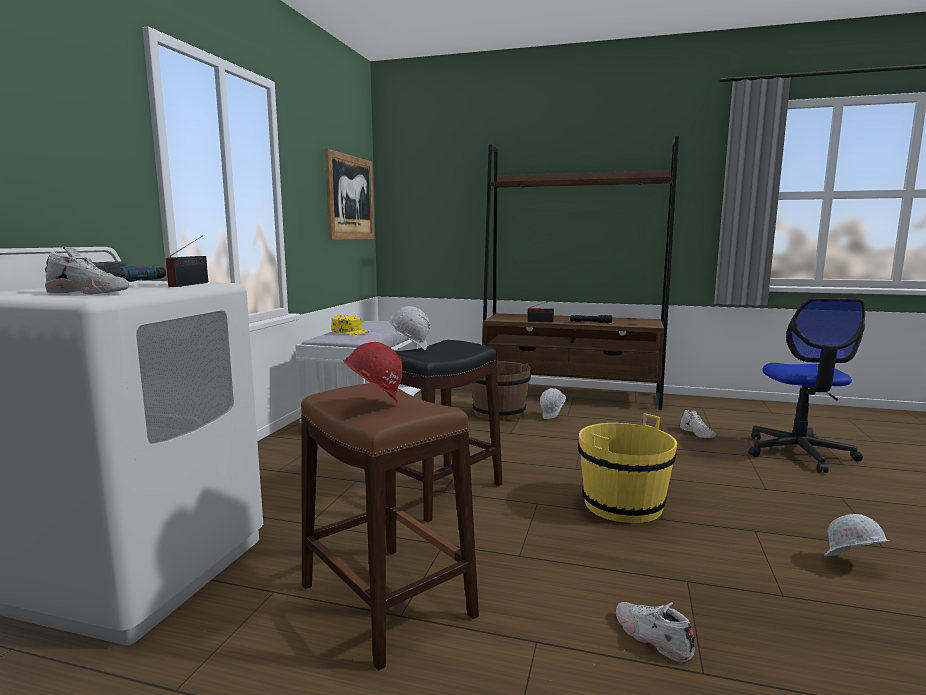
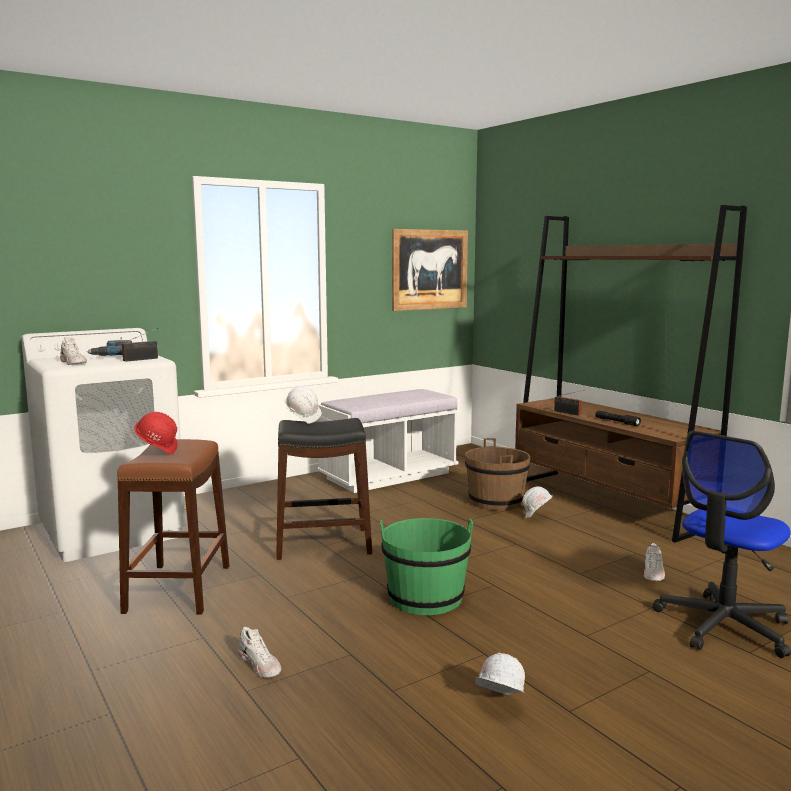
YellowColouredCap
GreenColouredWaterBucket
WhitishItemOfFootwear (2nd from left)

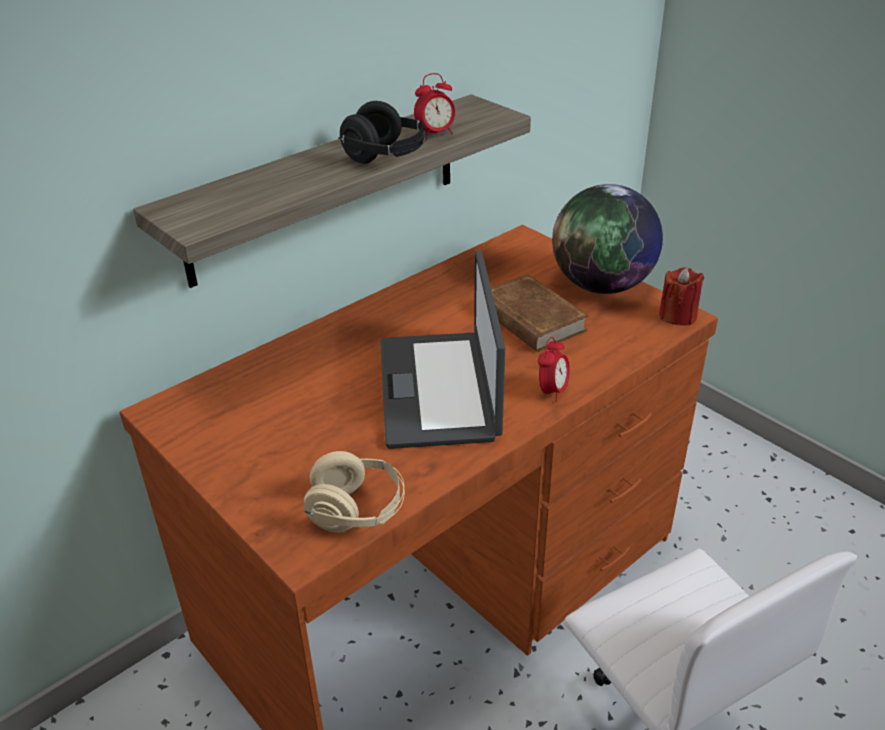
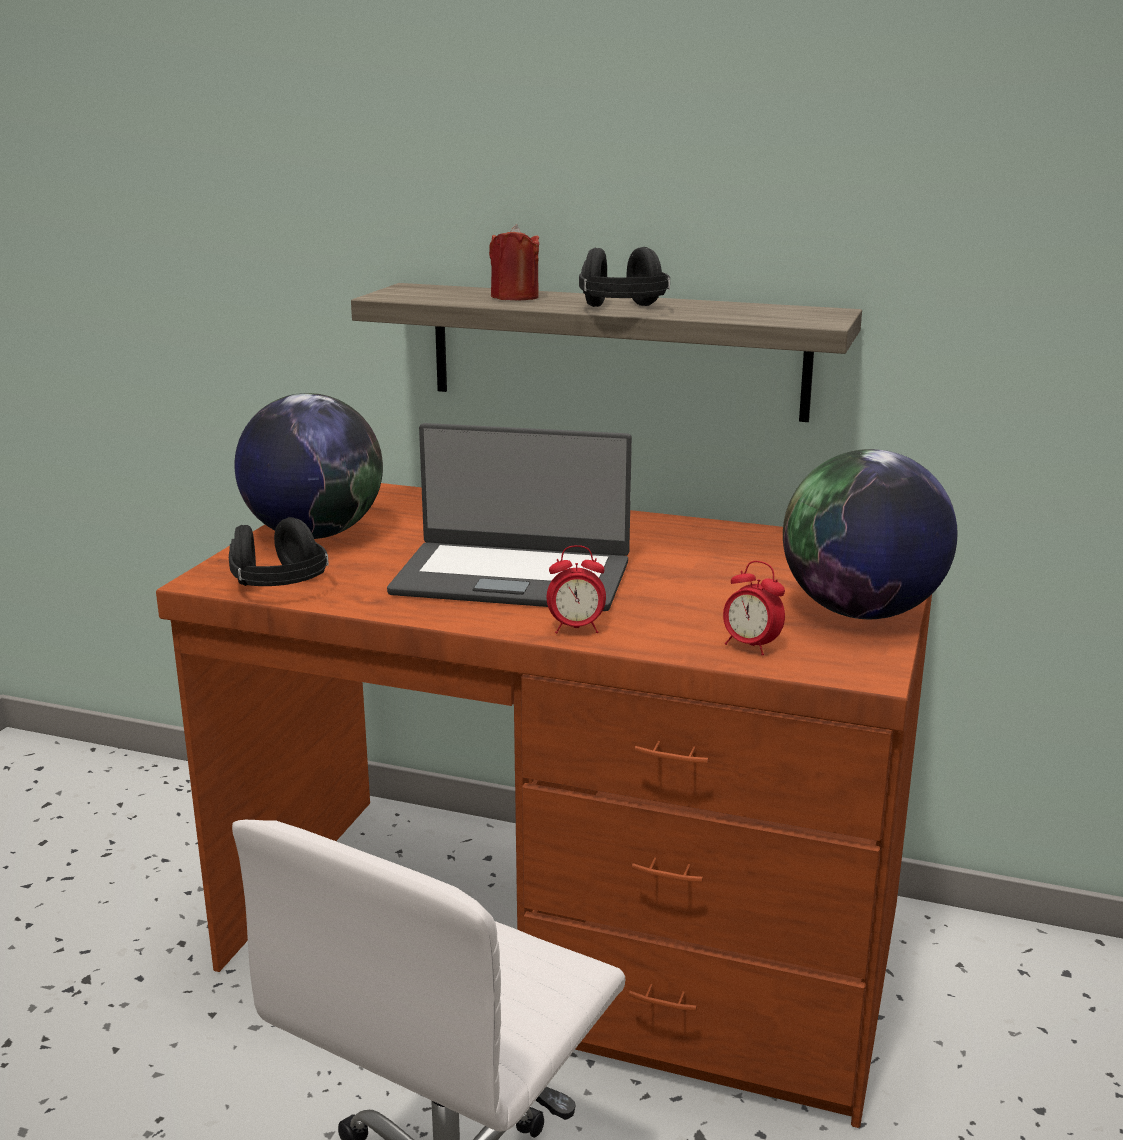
BlackPairOfHeadphones (1st from left)
NotebookComputer
TableClock (2nd from left)
BrownishVolume
RedColouredWaxCandle
Globe (1st from left)

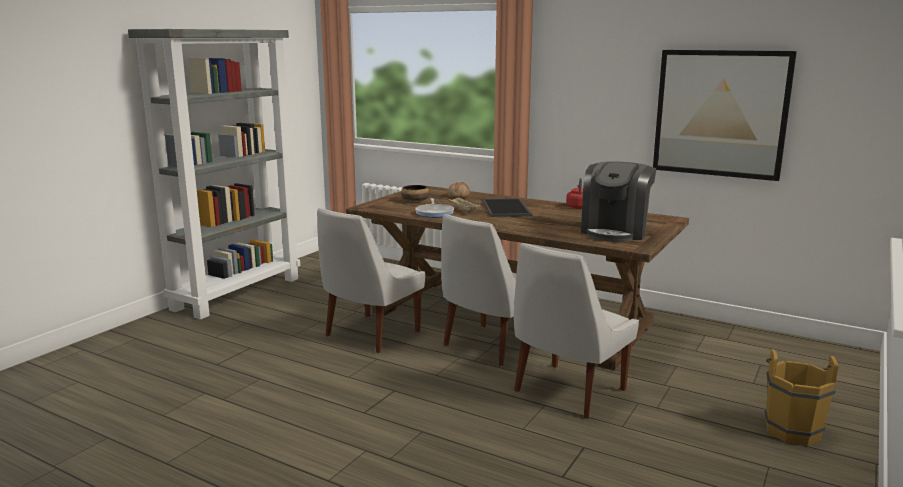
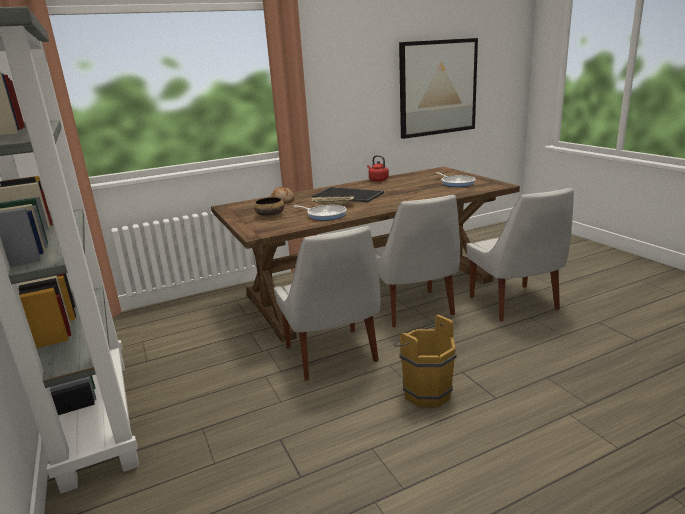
Pan (2nd from left)
BrownishWaterBucket

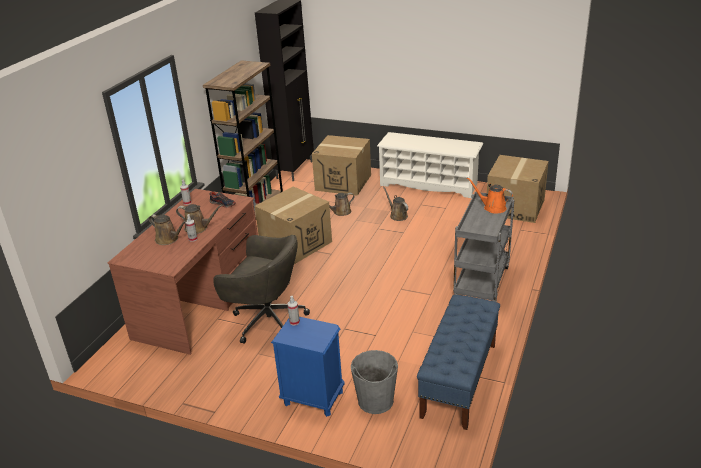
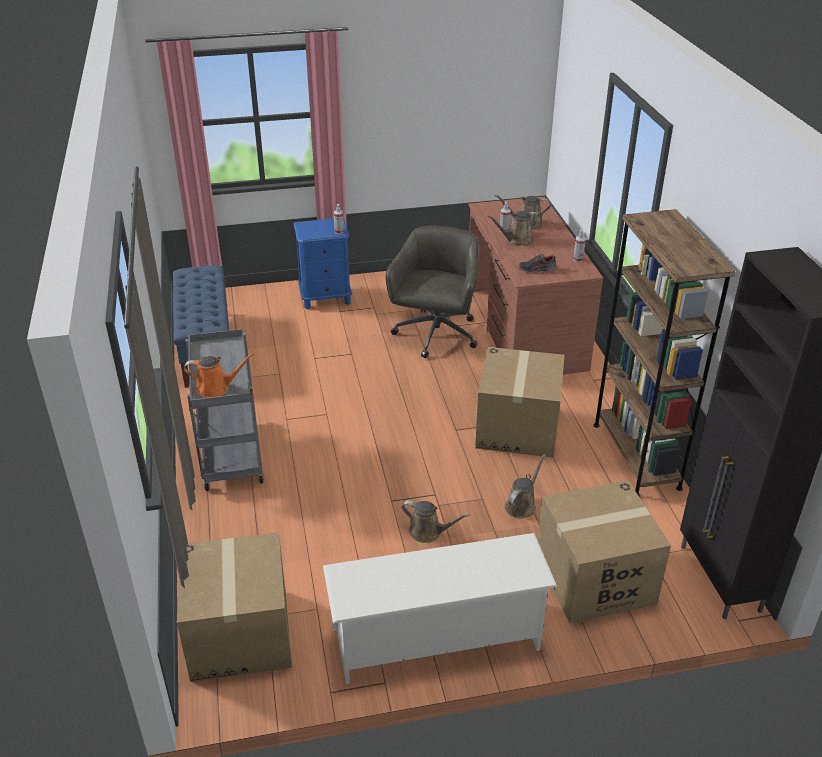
GreyishComputerChair
GreyishWaterBucket

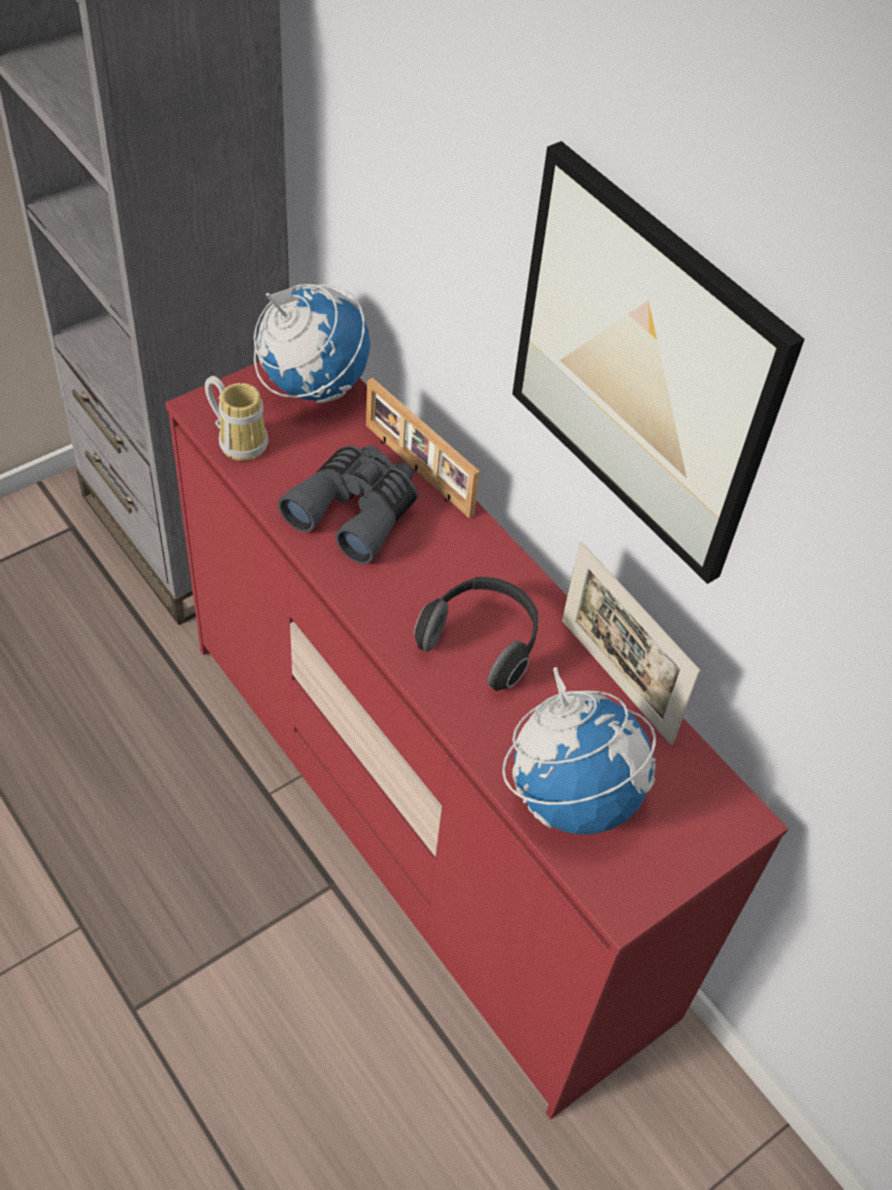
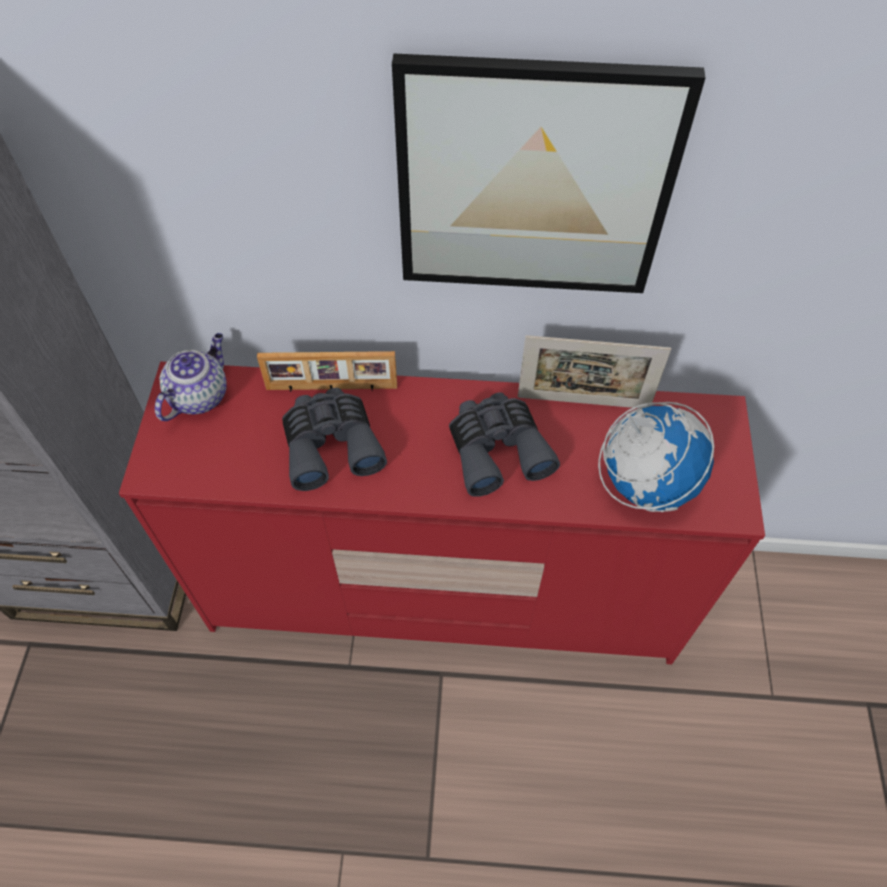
CoffeeMug
PotForTea
GreyishFieldGlasses (2nd from left)

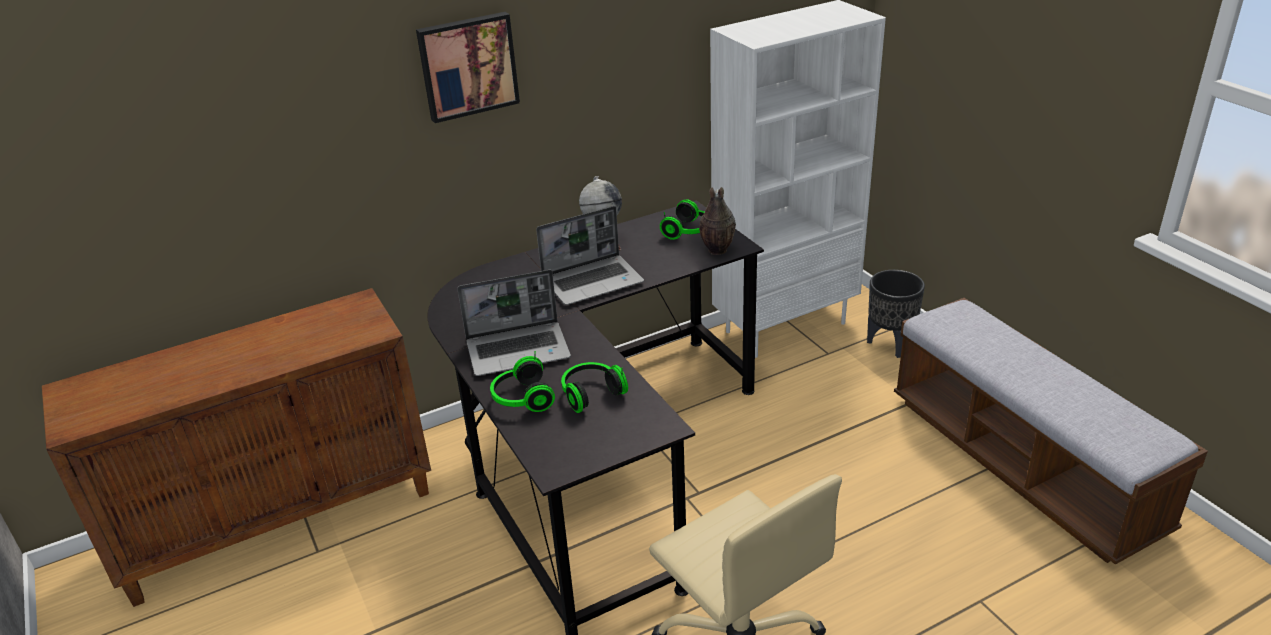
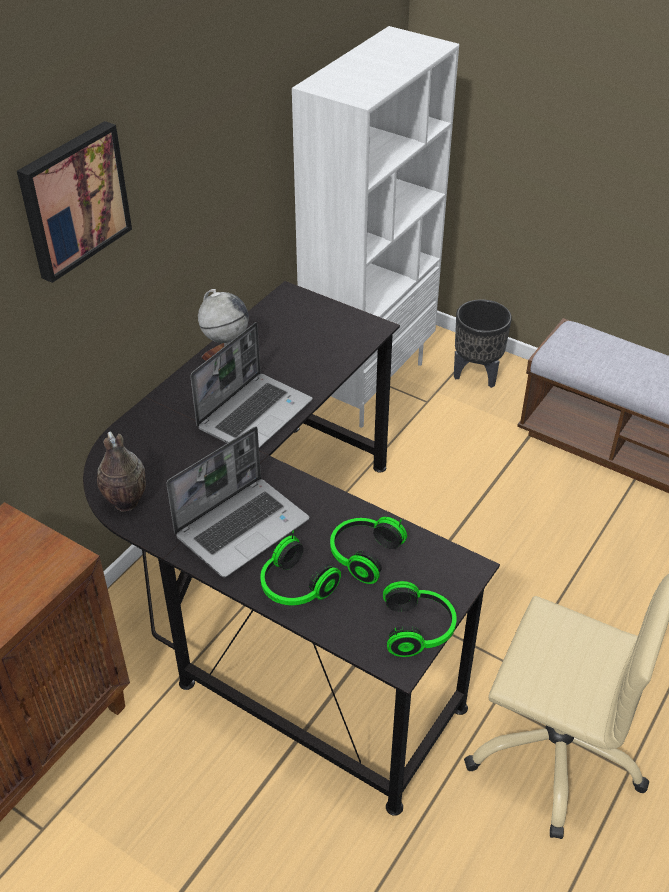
PairOfHeadphones (3rd from left)
Vase

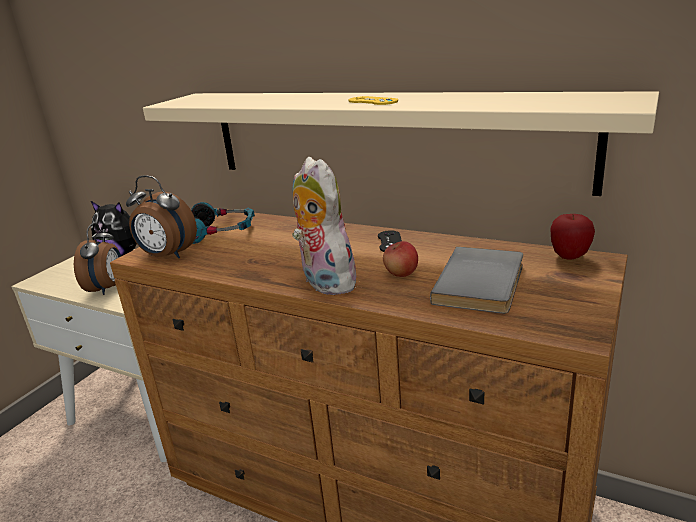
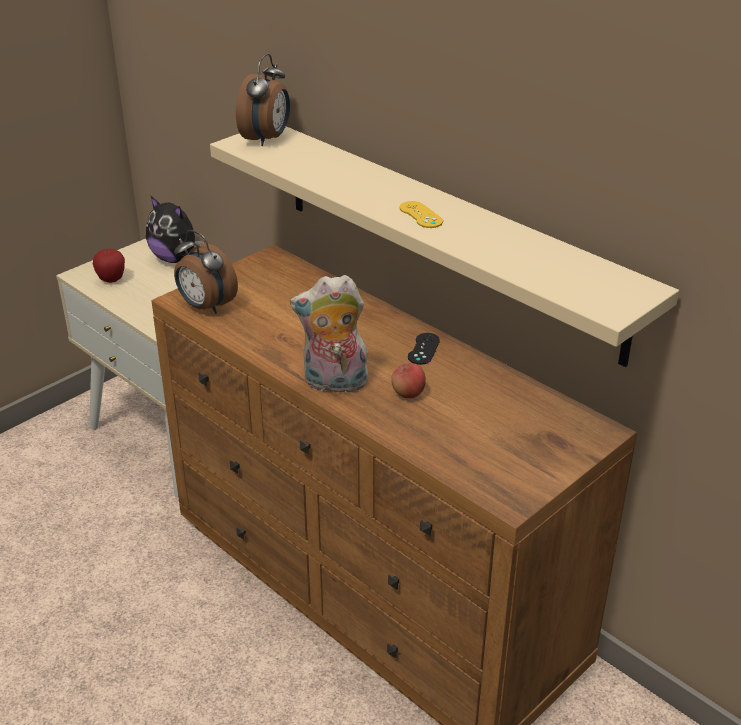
TableClock (2nd from left)
PairOfHeadphones
SoftToy (2nd from left)
GreyishVolume
Apple (1st from left)

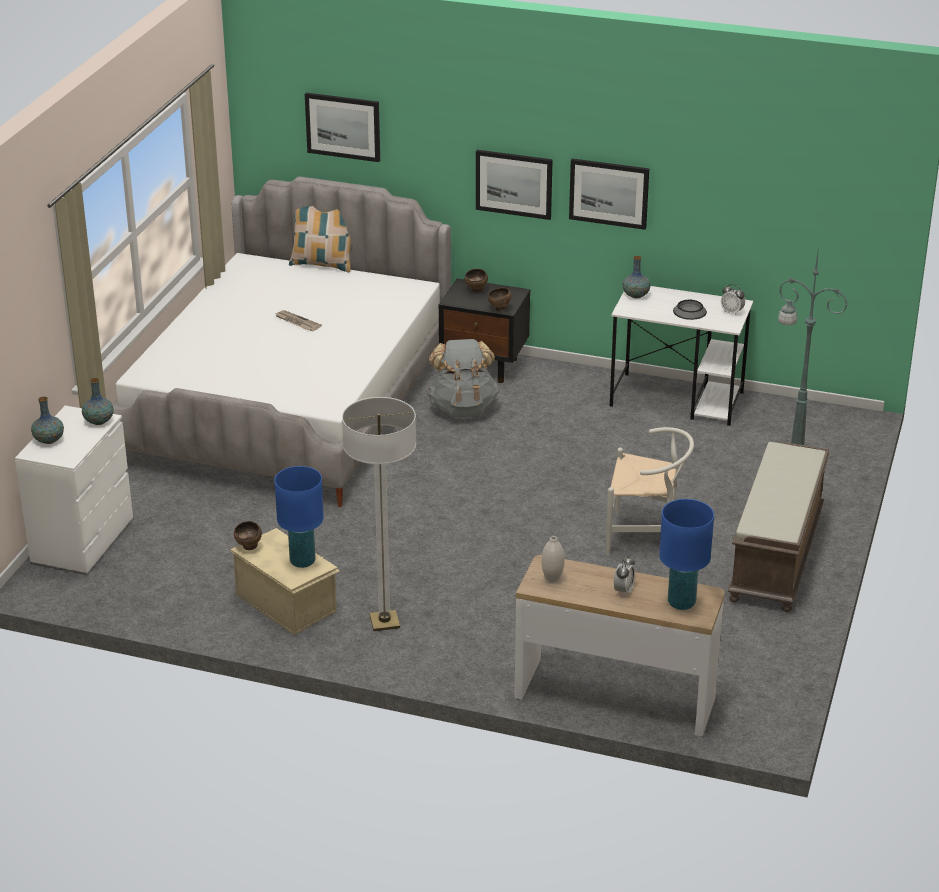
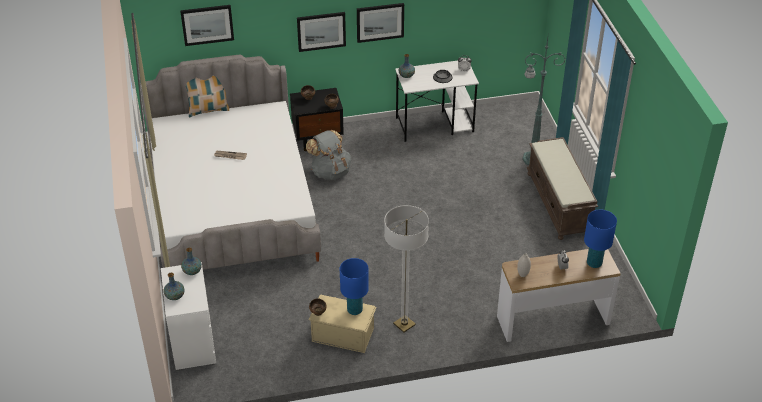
WhitishPlainChair

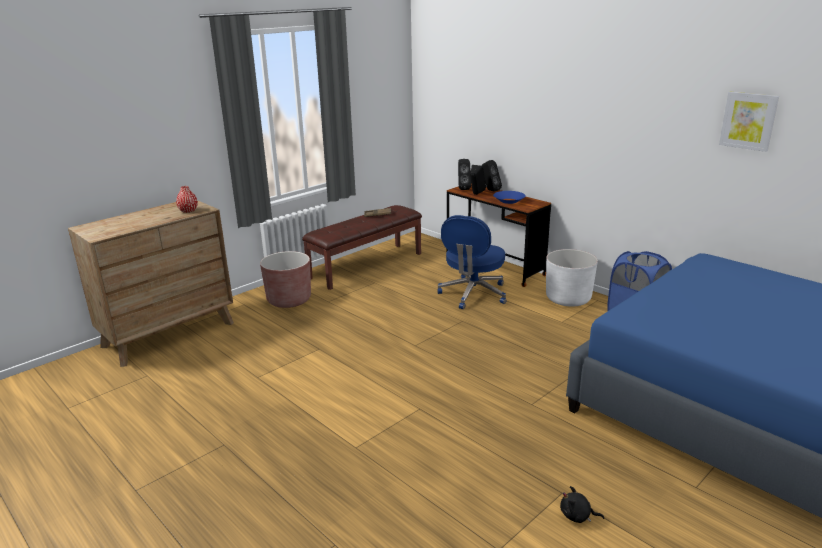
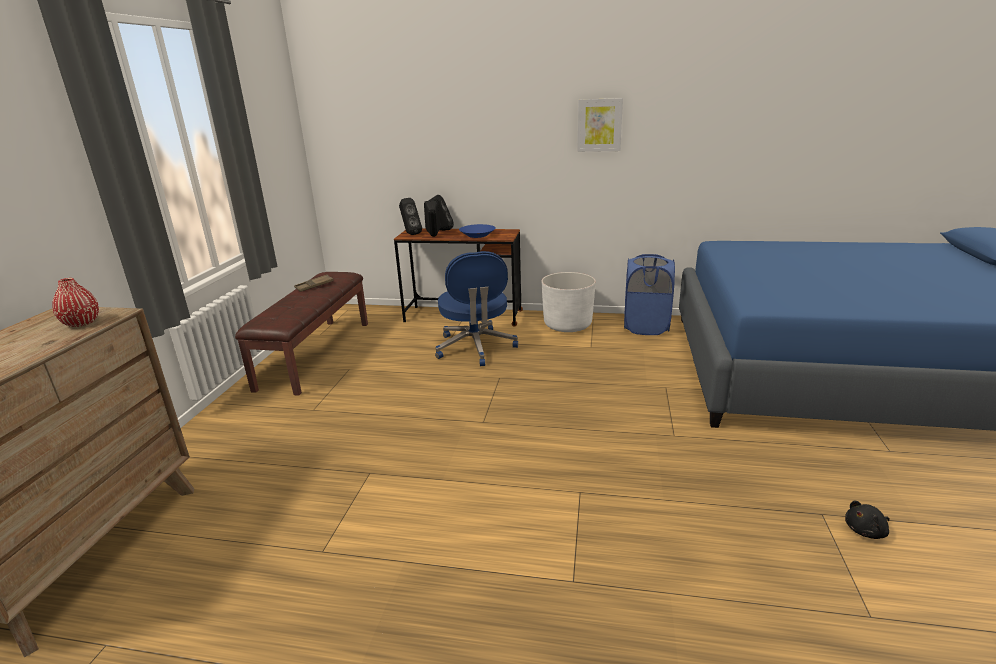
BrownishPlantPot
WallArt

